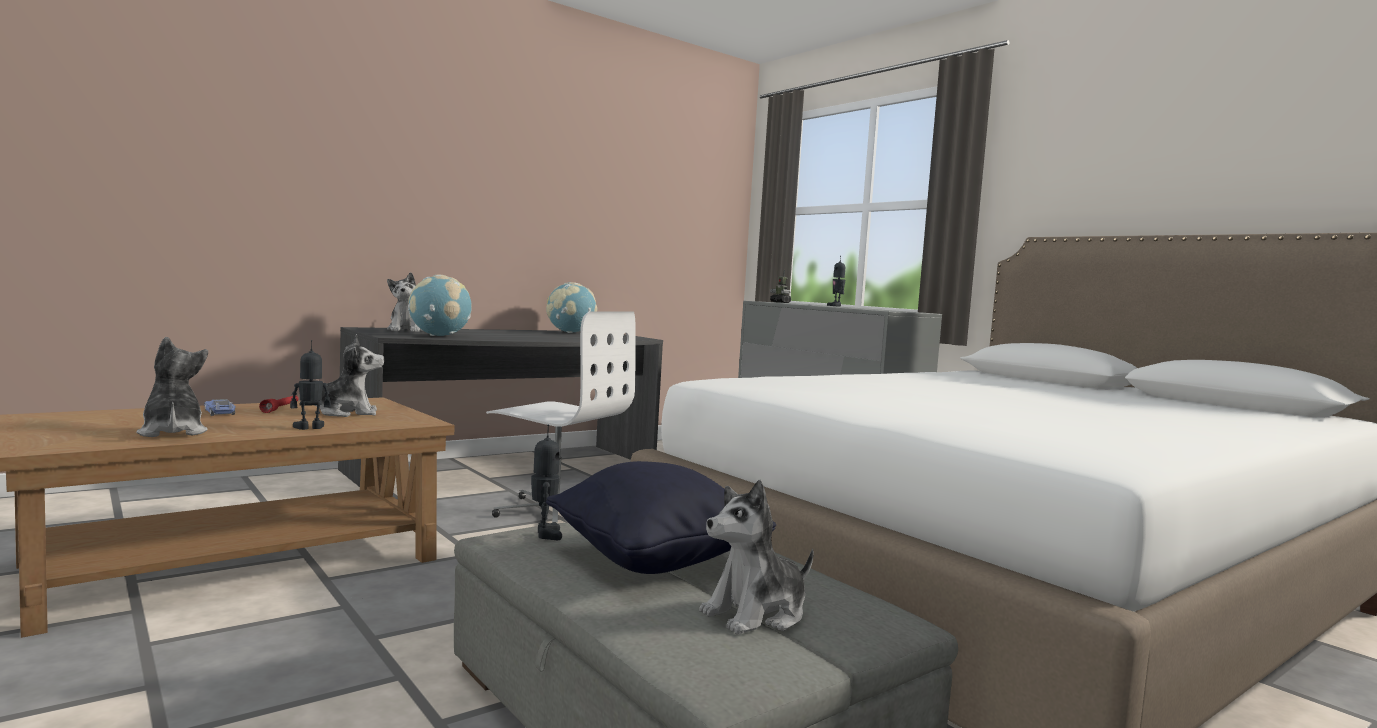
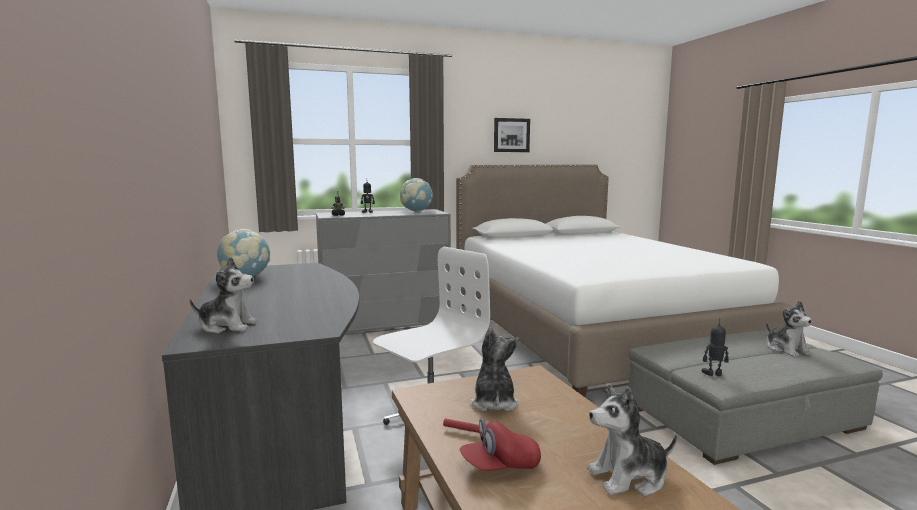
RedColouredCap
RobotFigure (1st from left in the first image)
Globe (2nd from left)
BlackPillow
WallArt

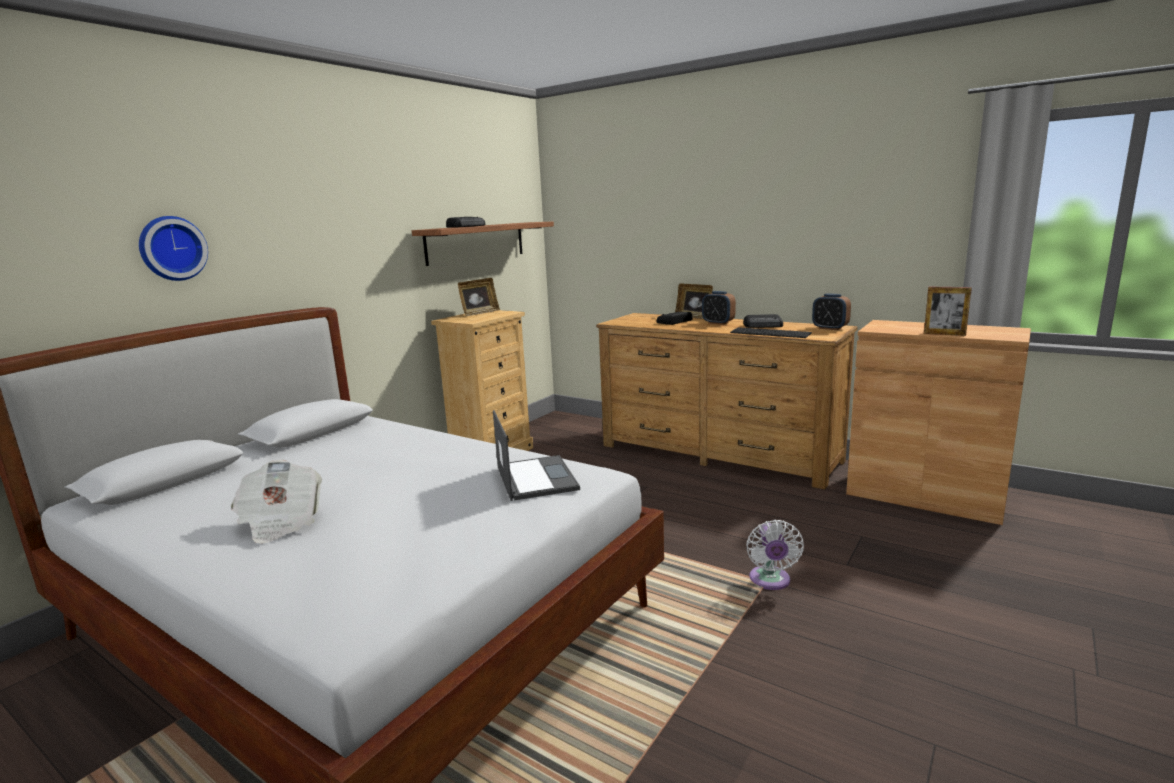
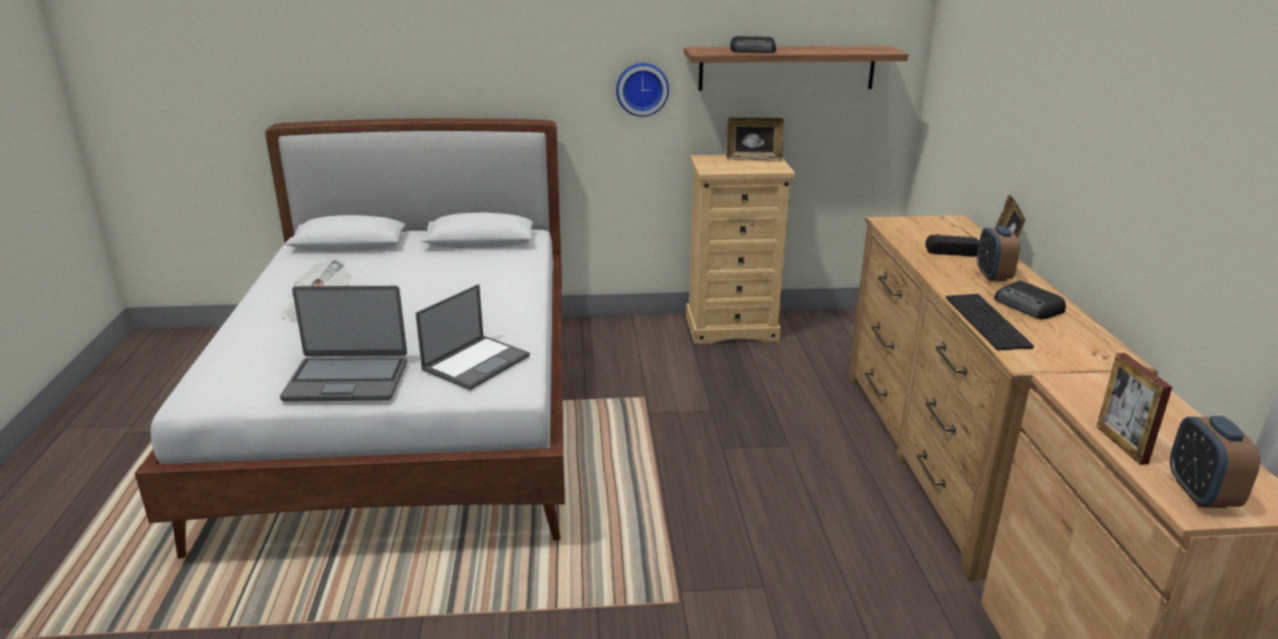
WallClock
WhitishCoolingFan
TableClock (2nd from left)
NotebookComputer (1st from left)

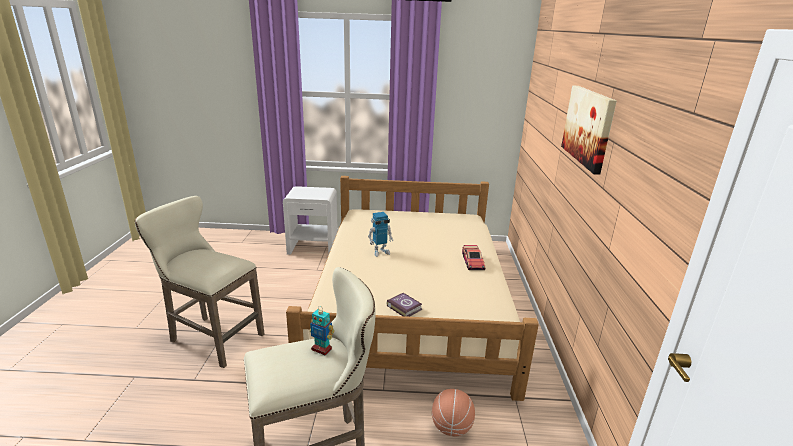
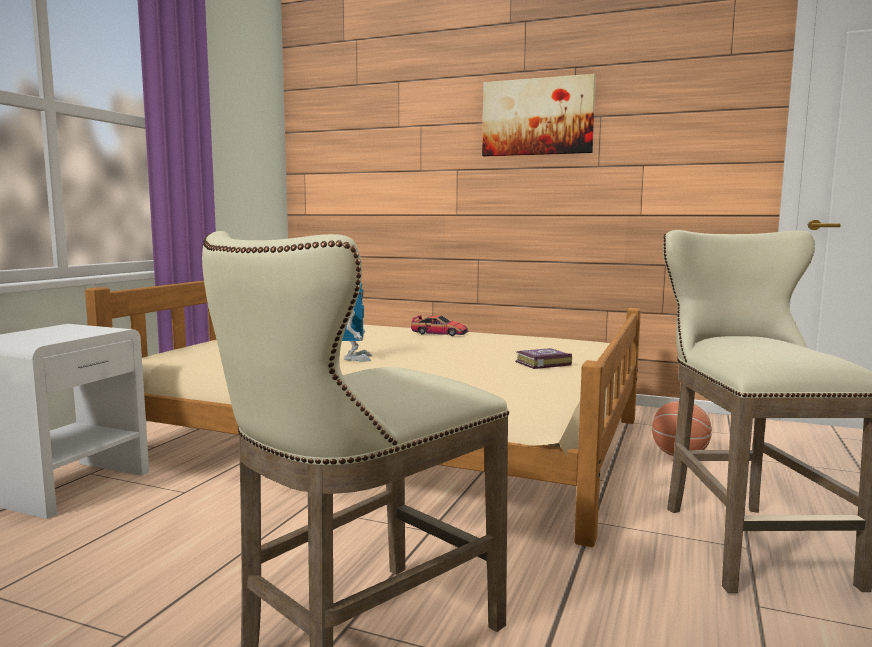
RobotFigure (1st from left in the first image)

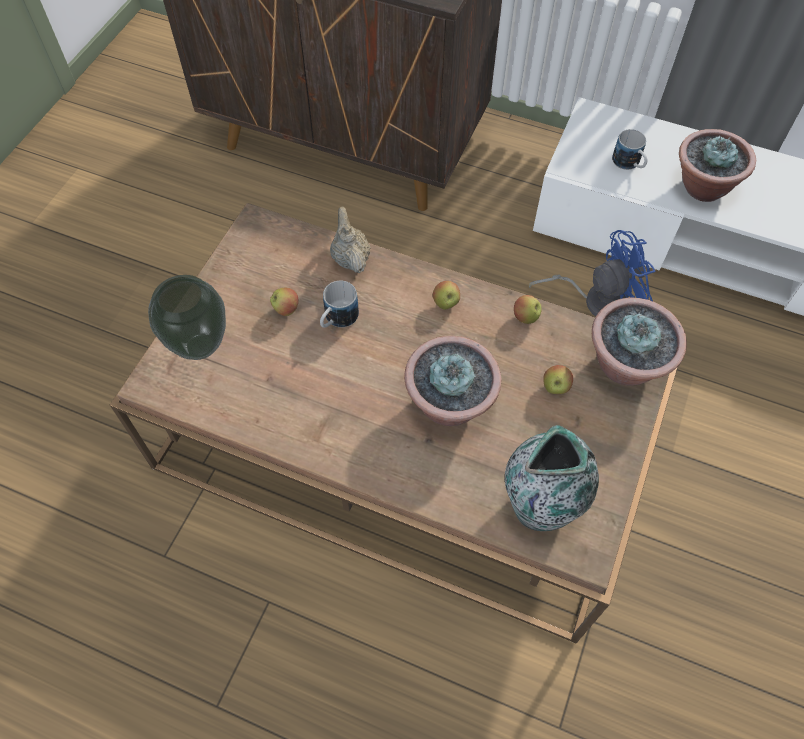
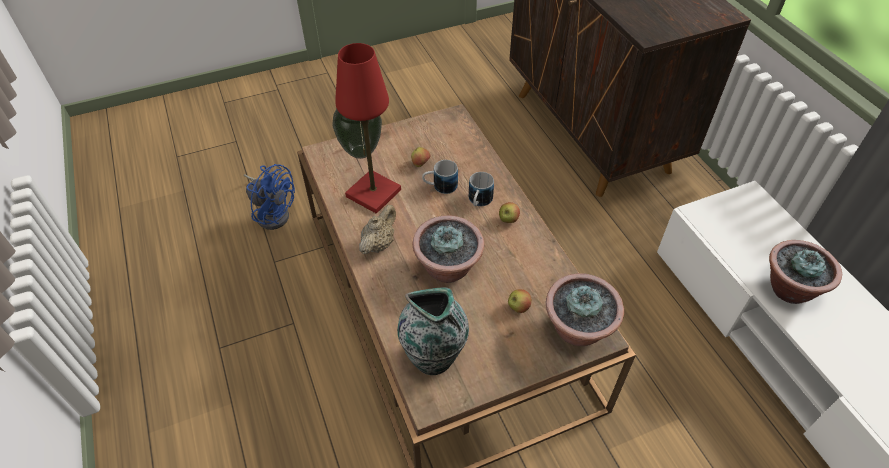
SandColouredPotForTea
Apple (3rd from left in the first image)
BlueCoolingFan
CoffeeMug (2nd from left)
RedColouredTabletopLamp

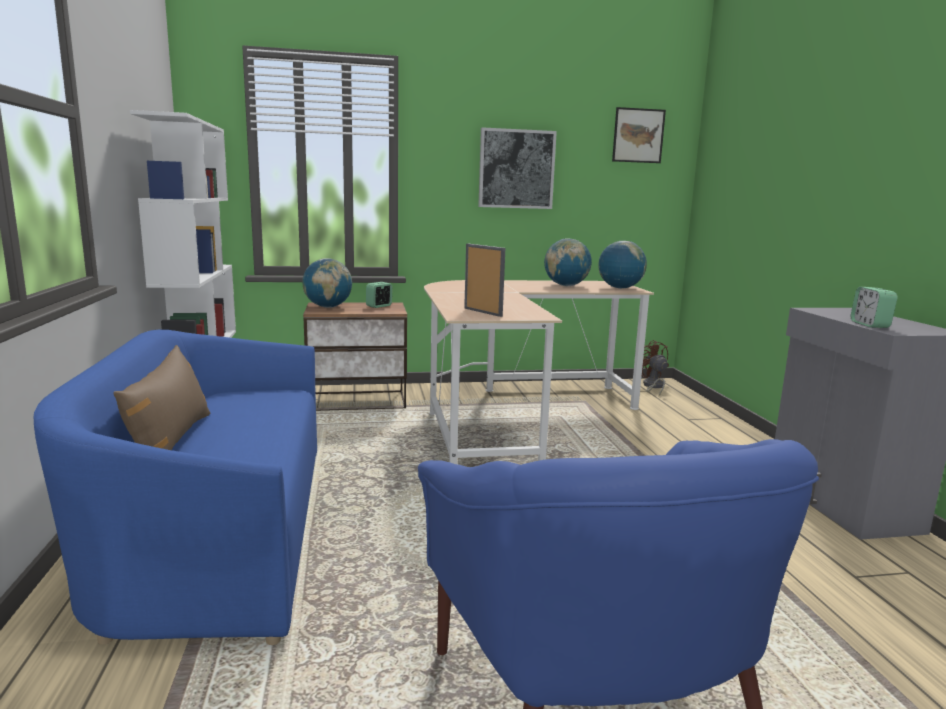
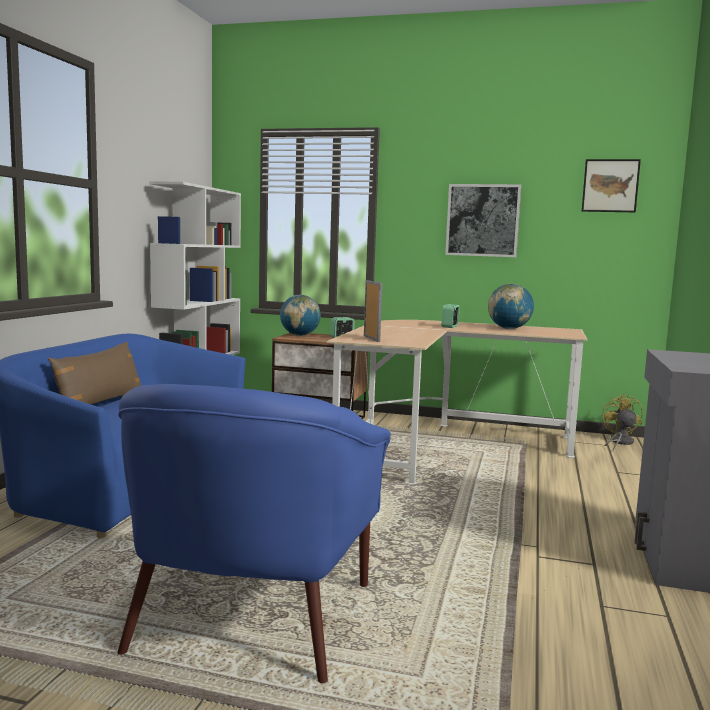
Globe (3rd from left in the first image)
YellowColouredCoolingFan
TableClock (2nd from left)

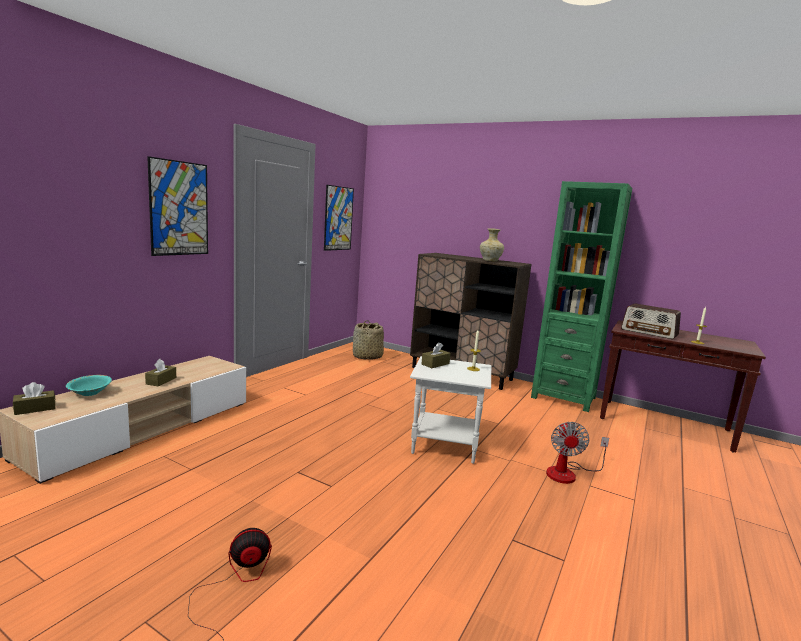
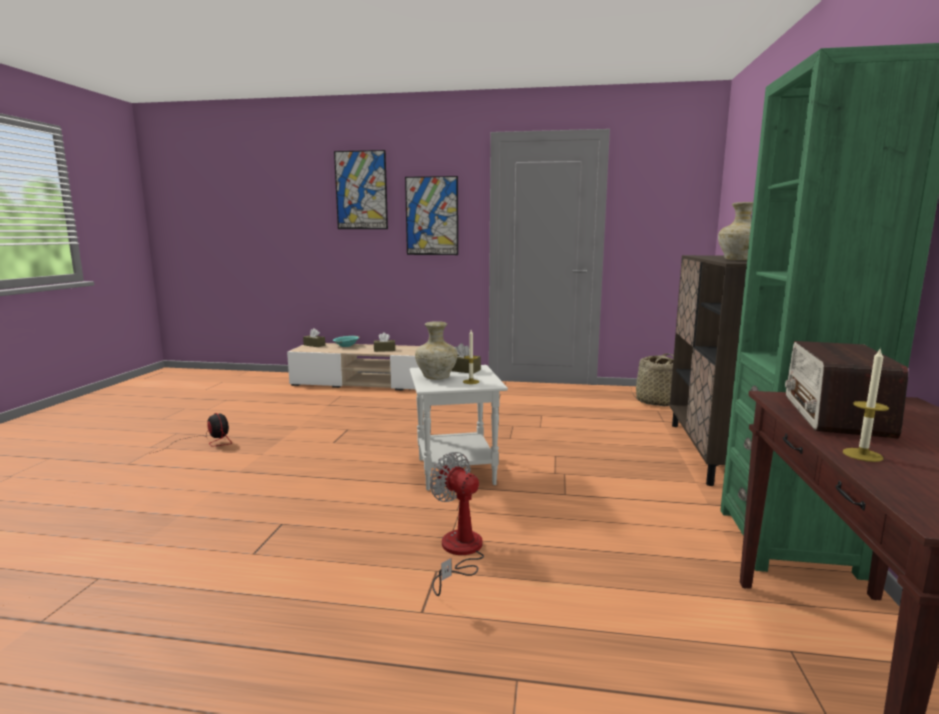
WallArt (1st from left)
CoolingFan (2nd from left)
SandColouredVase (1st from left)

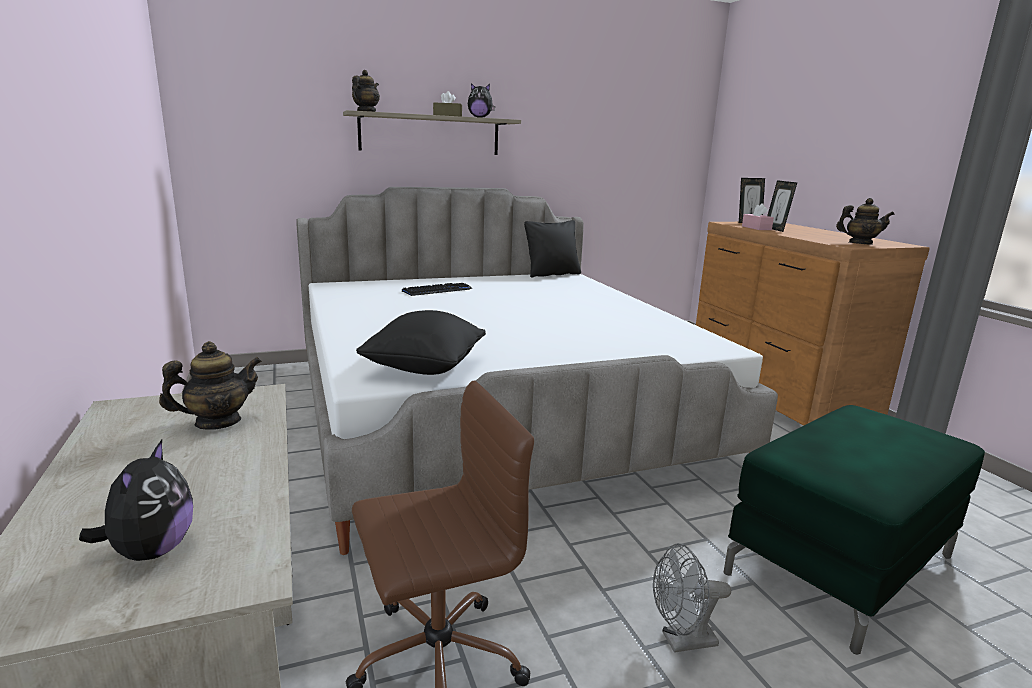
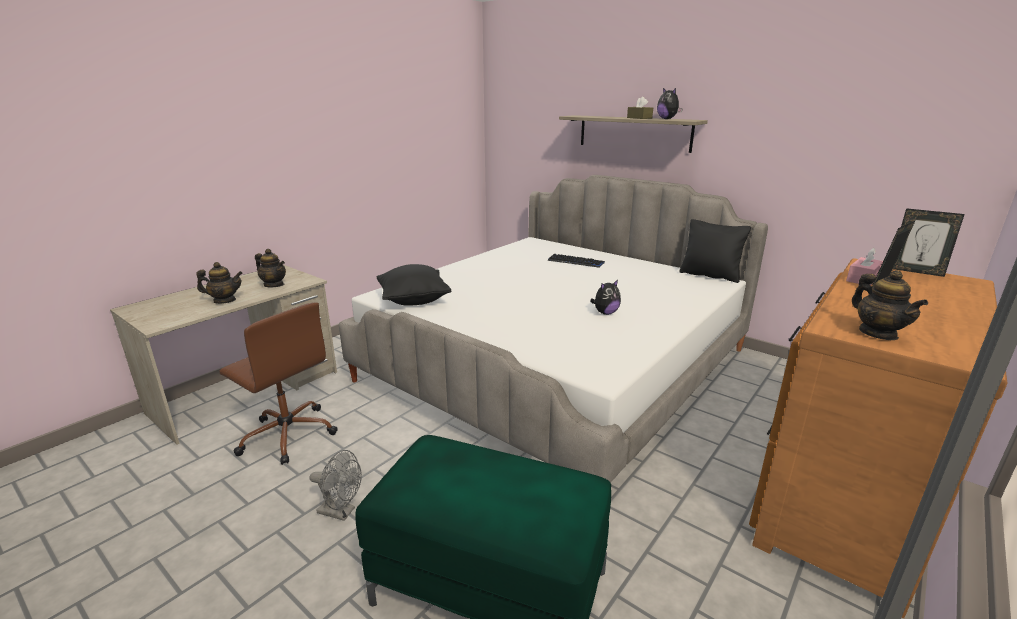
SoftToy (1st from left)
PotForTea (1st from left)
GreyishCoolingFan

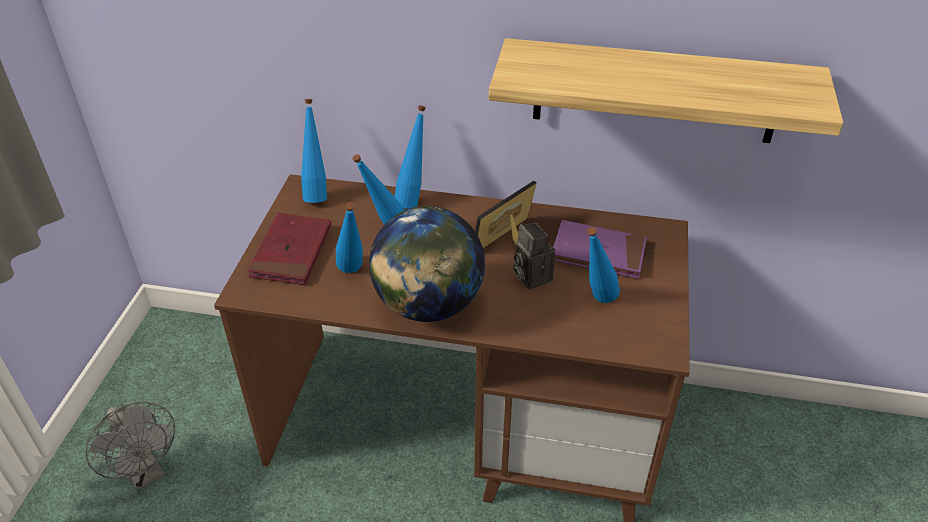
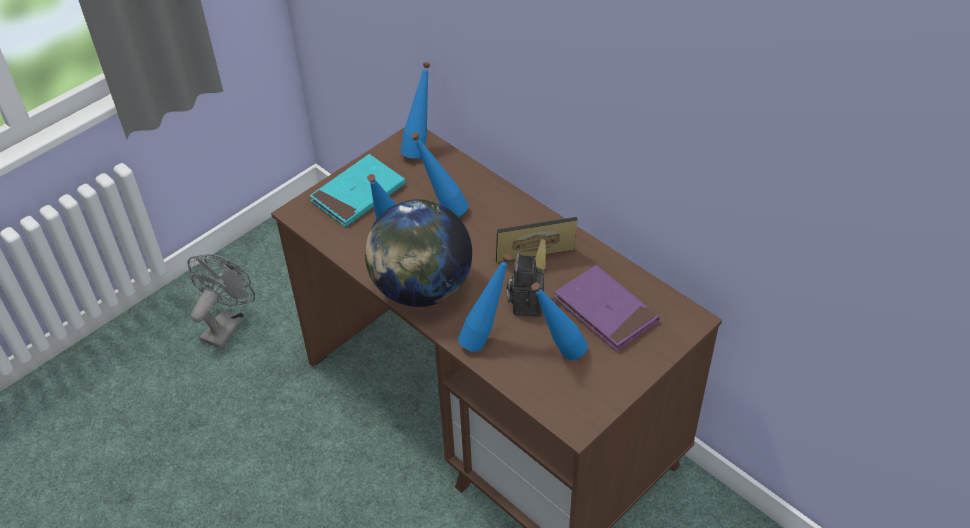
GreyishCoolingFan
BlueGreenVolume
BlueBeverageBottle (4th from left)
Shelf

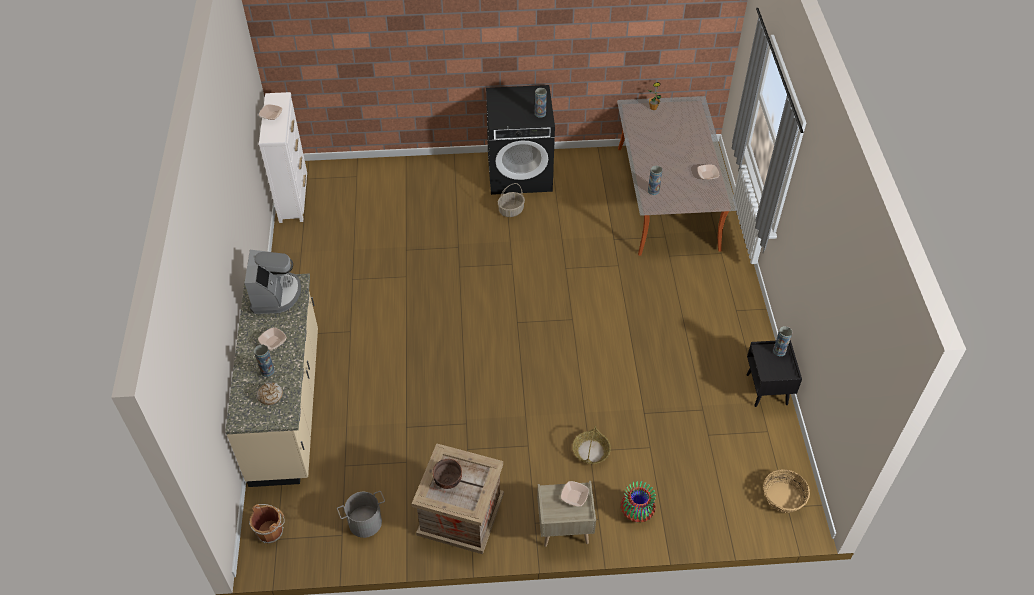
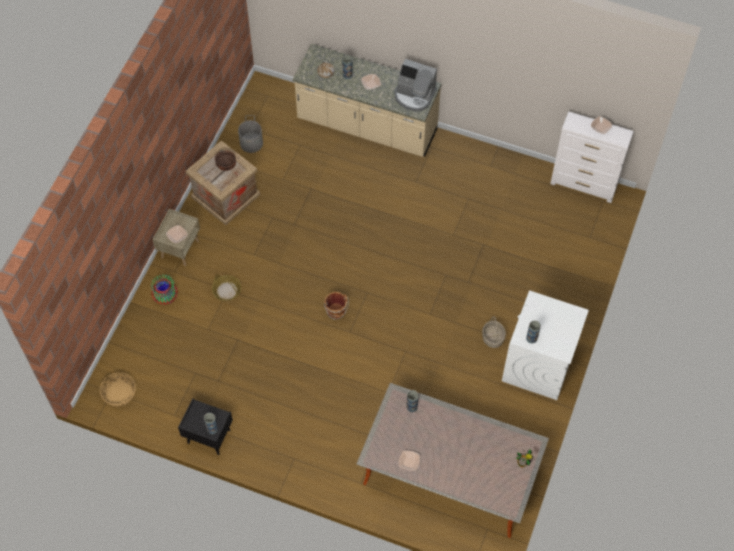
BrownishWaterBucket
WhitishLaundryMachine

